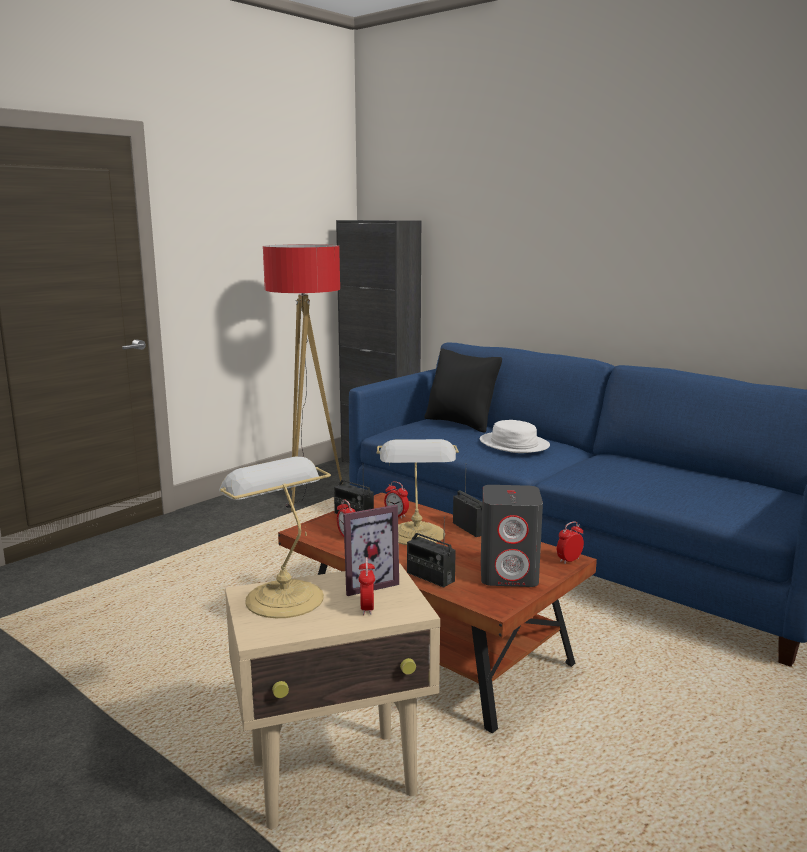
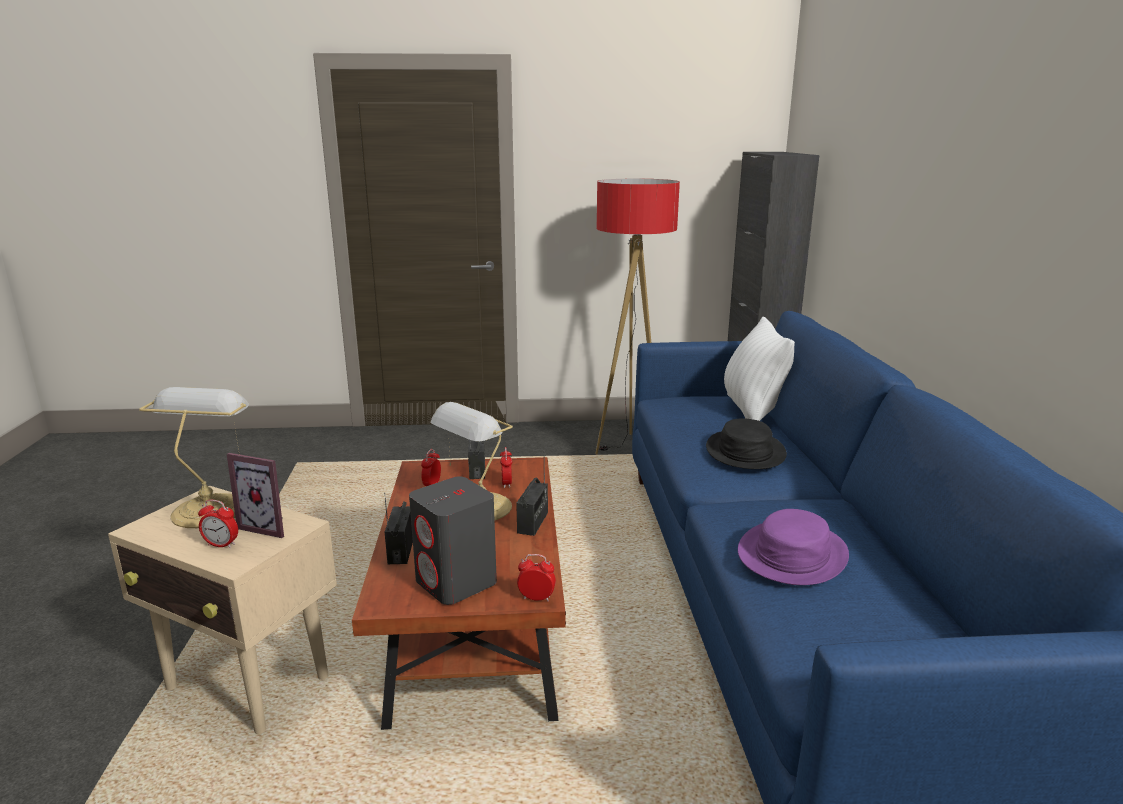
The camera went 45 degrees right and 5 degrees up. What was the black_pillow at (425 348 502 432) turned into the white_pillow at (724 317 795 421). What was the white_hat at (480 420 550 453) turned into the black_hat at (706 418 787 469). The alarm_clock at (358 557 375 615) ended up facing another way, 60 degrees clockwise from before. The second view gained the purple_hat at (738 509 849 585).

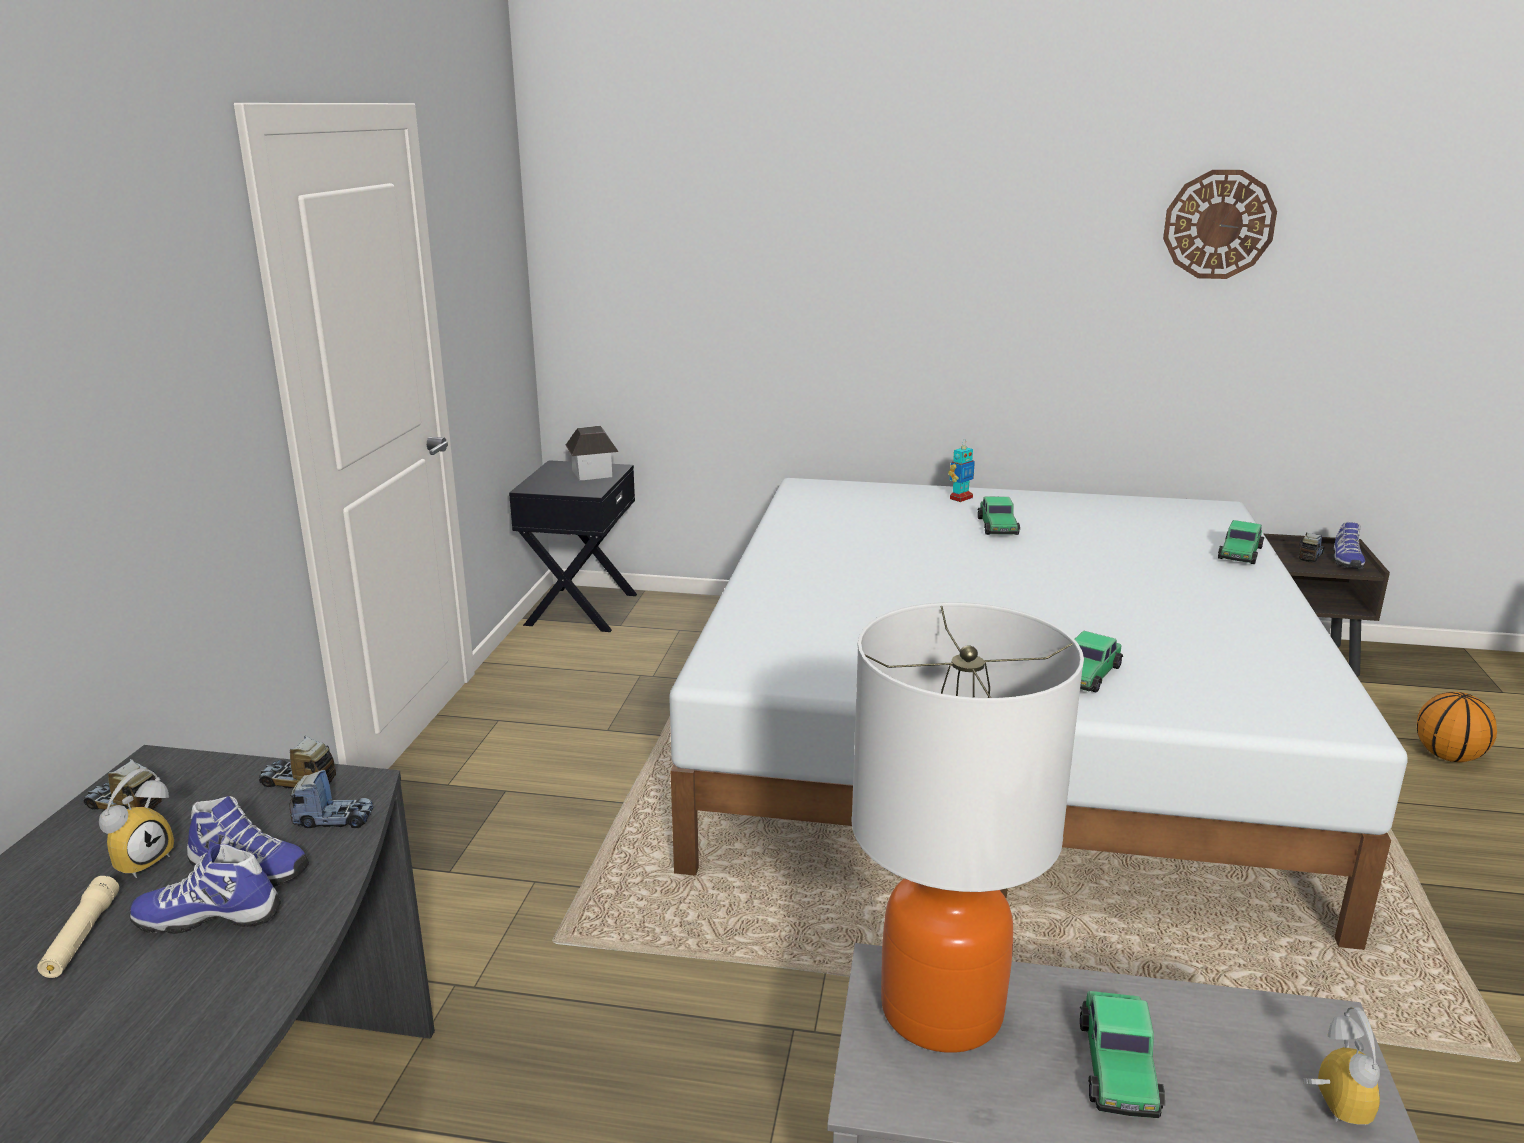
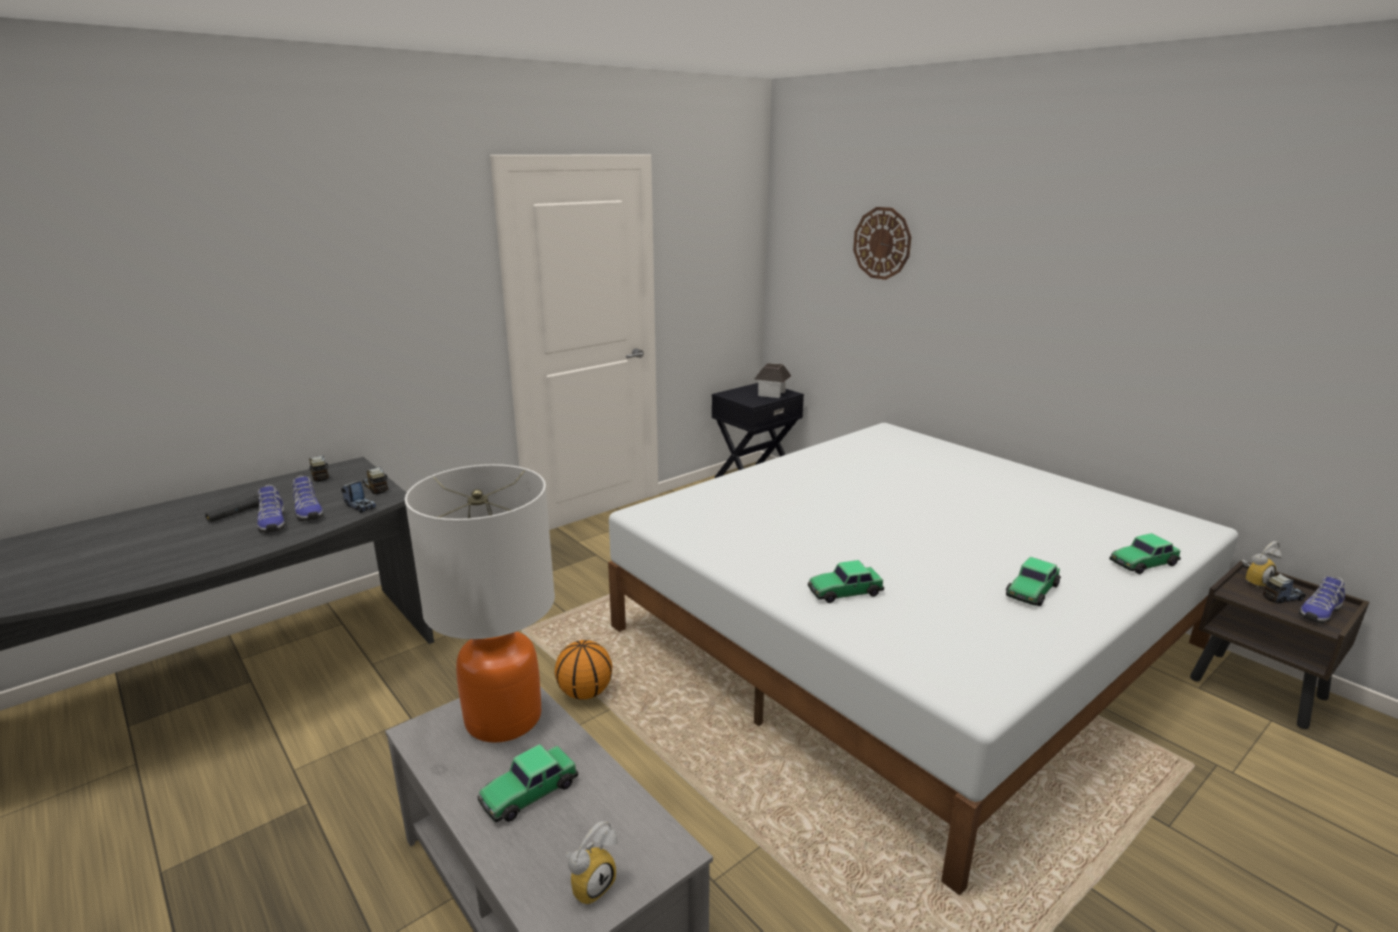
The camera went 40 degrees right and 0 degrees up. The wall_clock ended up elsewhere, having gone from (1163 170 1277 279) to (853 207 911 280). The second view lost the toy_robot at (948 441 975 502). The toy_car ended up elsewhere, having gone from (978 497 1020 535) to (1006 557 1061 606). The basketball ended up elsewhere, having gone from (1417 692 1497 762) to (555 640 612 699). The alarm_clock ended up elsewhere, having gone from (99 768 174 878) to (1241 541 1282 589). The shoe at (129 844 281 934) ended up facing another way, 150 degrees counterclockwise from before. What was the beige_flashlight at (37 876 119 978) turned into the black_flashlight at (205 495 259 523).

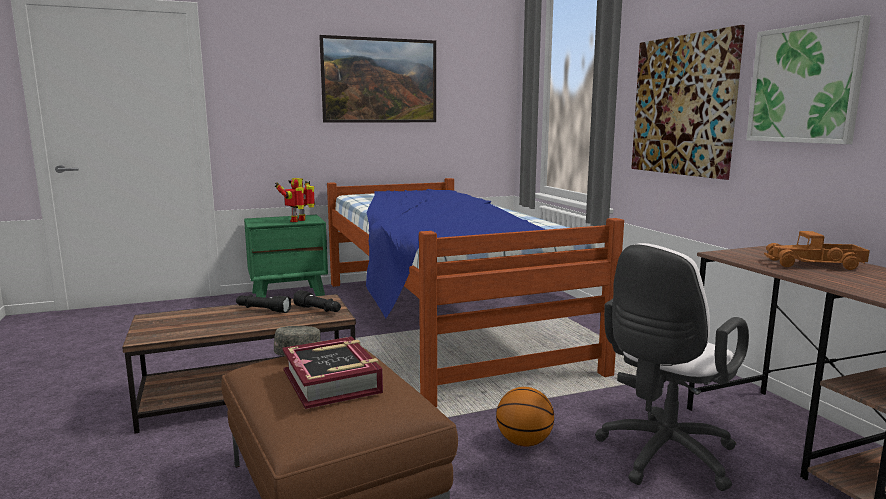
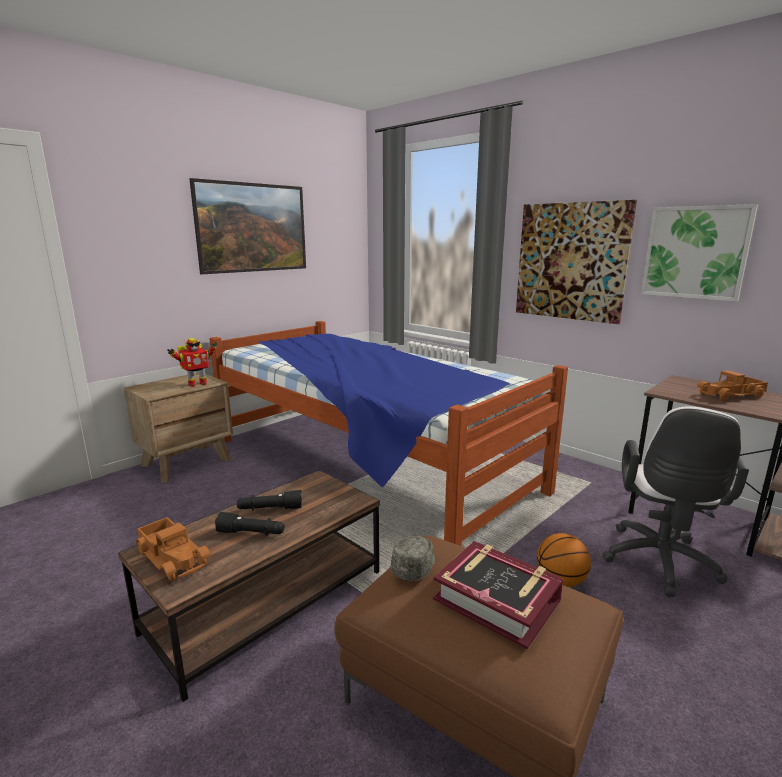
The camera went 25 degrees left and 5 degrees up. The toy_robot at (275 178 315 222) ended up facing another way, 135 degrees counterclockwise from before. What was the green_nightstand at (244 215 328 298) turned into the brown_nightstand at (124 373 233 483). The black_flashlight ended up elsewhere, having gone from (293 290 341 312) to (215 512 285 536). The second view gained the toy_truck at (135 517 211 581).

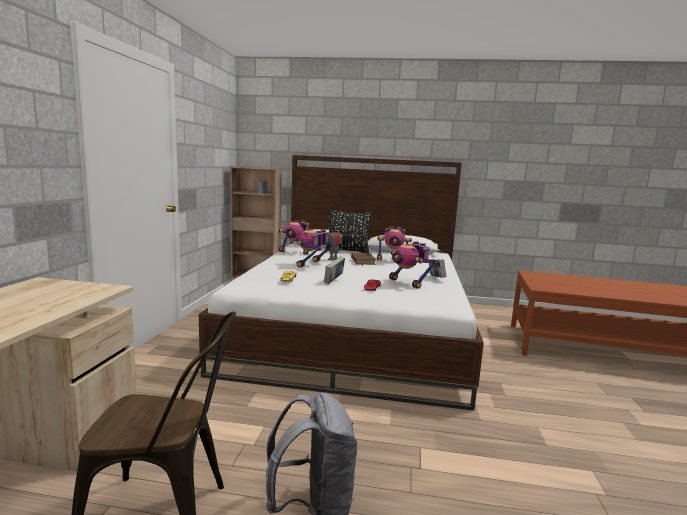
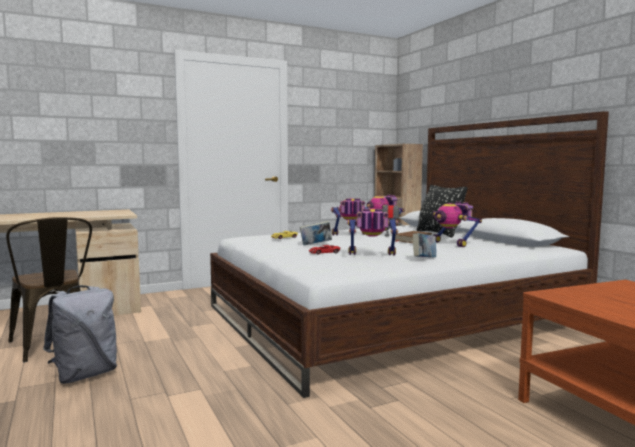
The camera went 55 degrees right and 5 degrees down. The toy_robot at (389 241 438 289) ended up facing another way, 75 degrees clockwise from before.

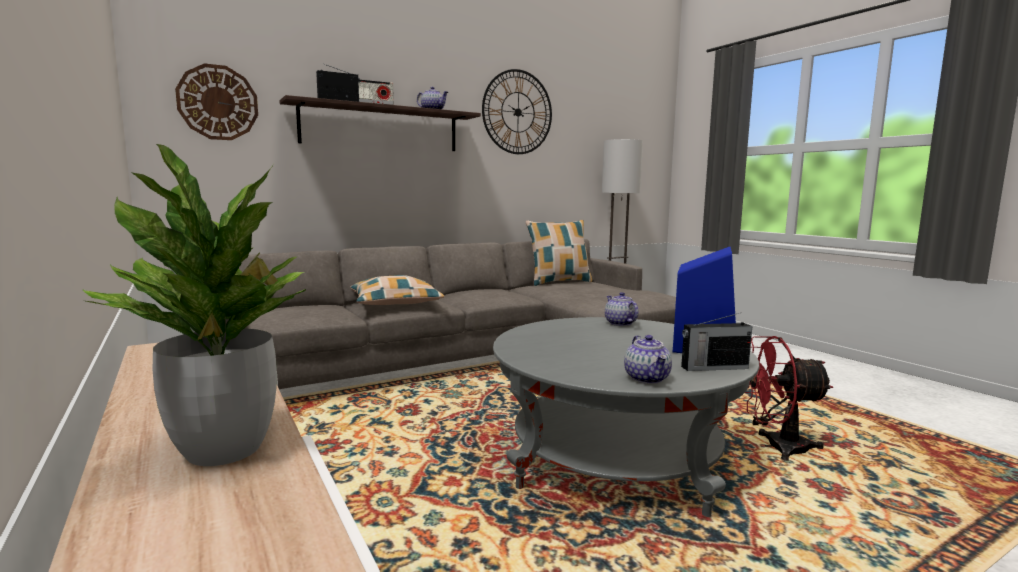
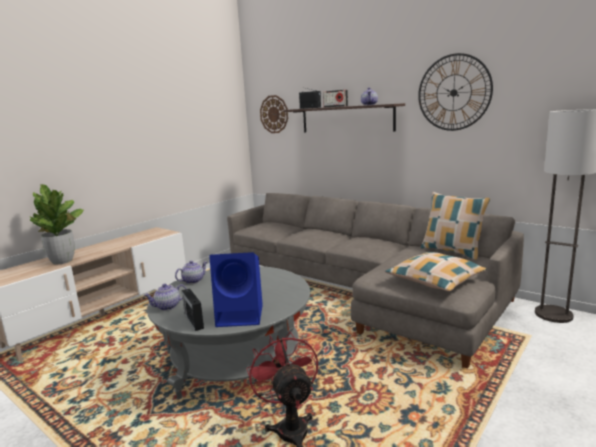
The camera went 70 degrees right and 5 degrees up. The pillow ended up elsewhere, having gone from (350 275 444 305) to (385 252 487 291). The teapot ended up elsewhere, having gone from (605 292 639 326) to (175 261 208 284).

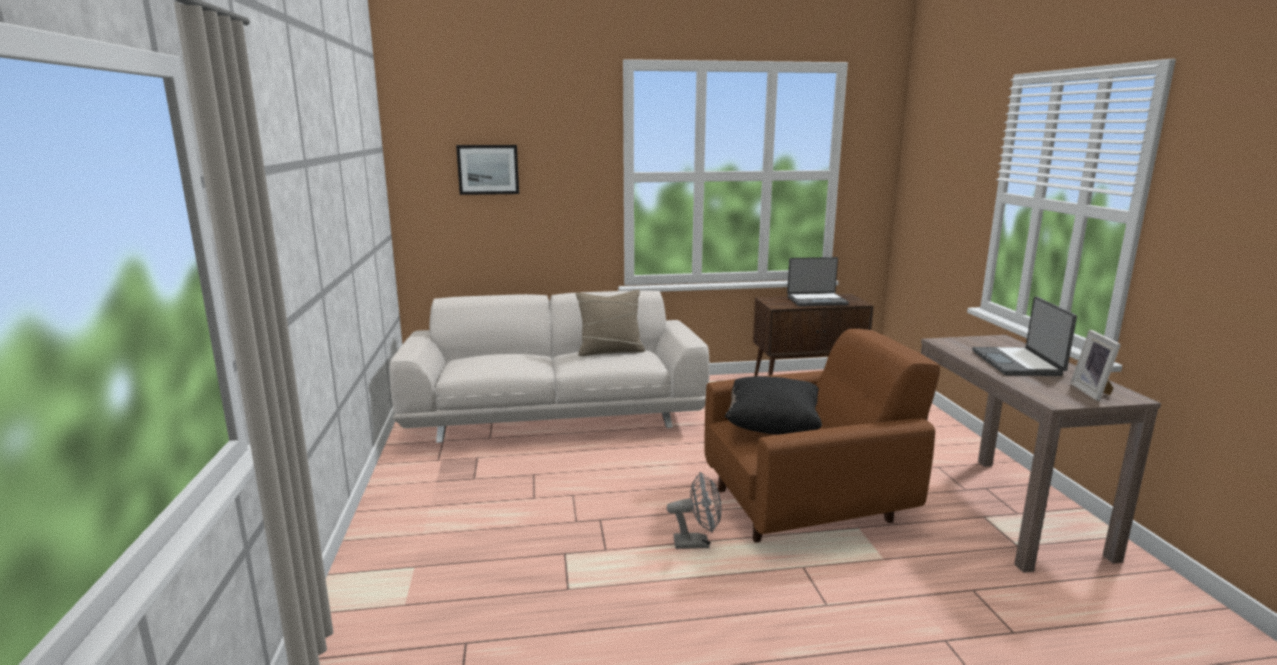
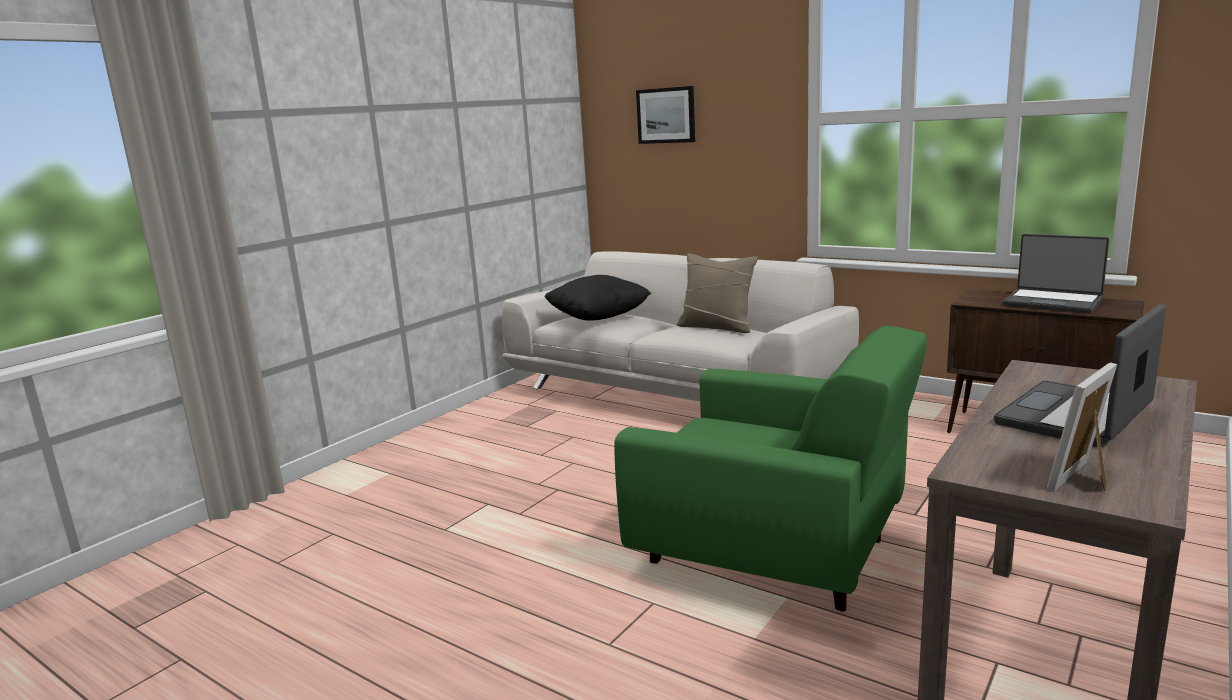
The camera went 45 degrees right and 0 degrees up. What was the brown_armchair at (704 329 940 543) turned into the green_armchair at (614 326 927 612). The black_pillow ended up elsewhere, having gone from (725 376 822 435) to (544 275 651 321). The second view lost the grey_fan at (667 472 722 549).

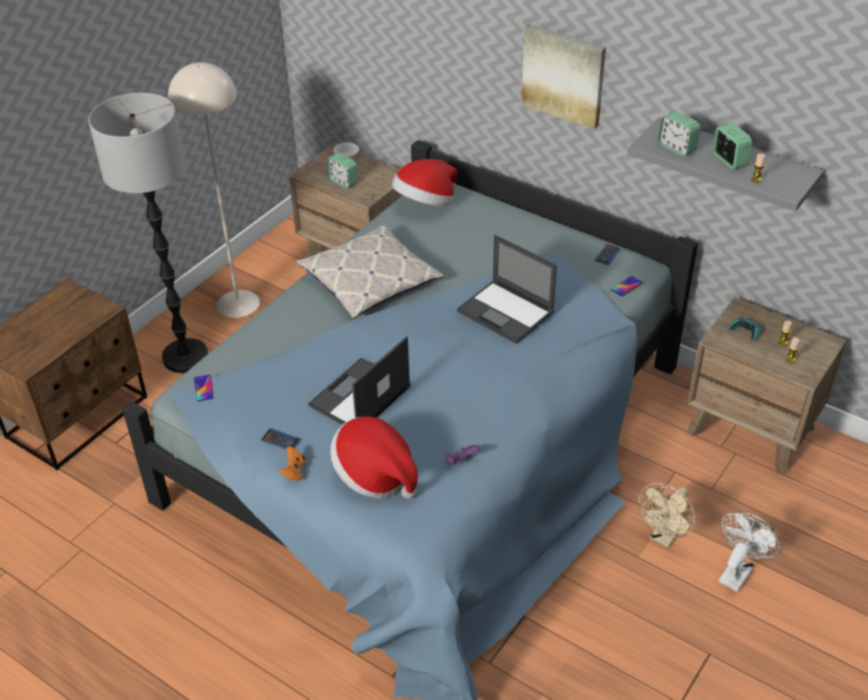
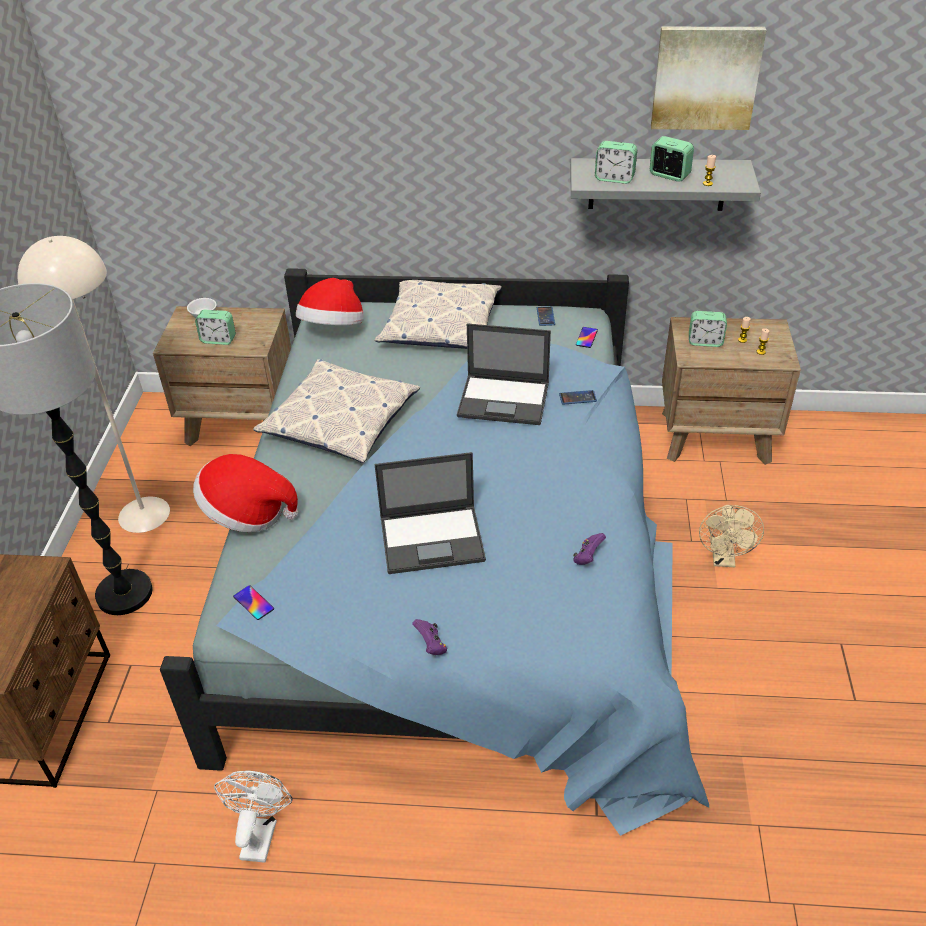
The camera went 30 degrees left and 0 degrees up. The picture ended up elsewhere, having gone from (521 24 606 129) to (651 27 766 130). Where the turquoise_game_controller stood at (729 317 761 341), the alarm_clock came to stand at (689 311 727 347). The laptop at (308 336 411 425) ended up facing another way, 105 degrees counterclockwise from before. The hat ended up elsewhere, having gone from (330 416 418 499) to (193 454 298 532). The phone ended up elsewhere, having gone from (261 428 301 450) to (559 390 597 405). What was the orange_game_controller at (280 446 306 481) turned into the purple_game_controller at (412 619 447 655). The white_fan ended up elsewhere, having gone from (719 513 781 592) to (214 770 293 863). The second view gained the pillow at (374 280 502 349).

